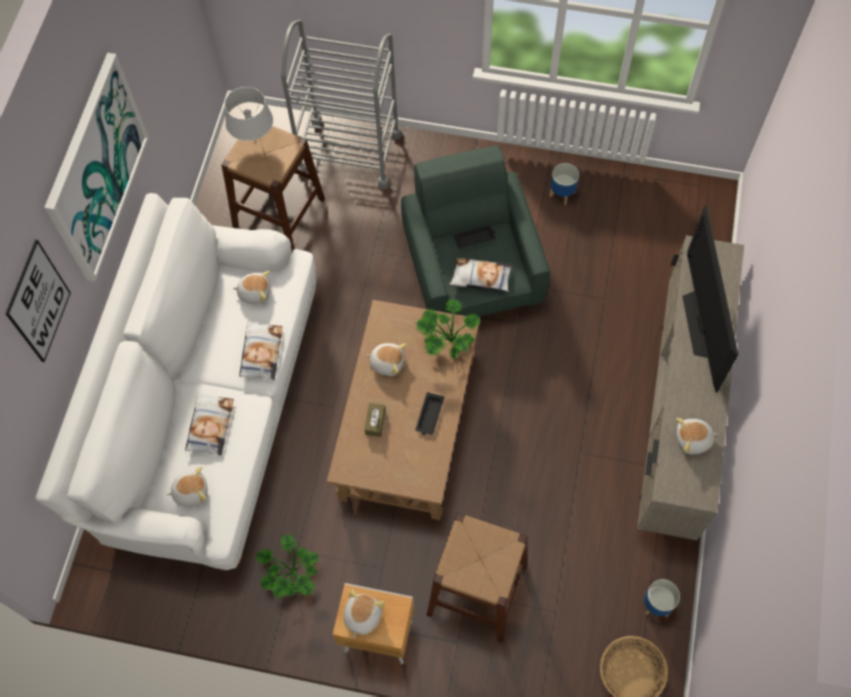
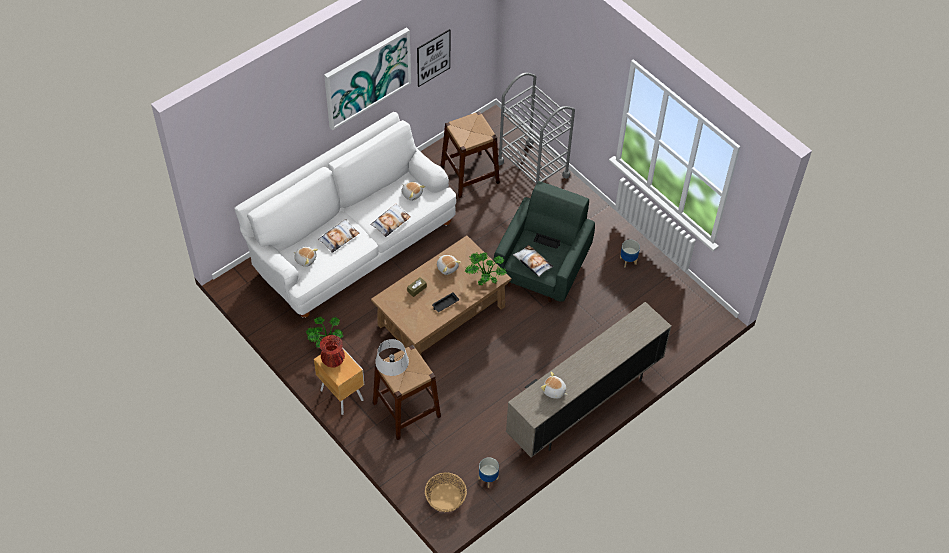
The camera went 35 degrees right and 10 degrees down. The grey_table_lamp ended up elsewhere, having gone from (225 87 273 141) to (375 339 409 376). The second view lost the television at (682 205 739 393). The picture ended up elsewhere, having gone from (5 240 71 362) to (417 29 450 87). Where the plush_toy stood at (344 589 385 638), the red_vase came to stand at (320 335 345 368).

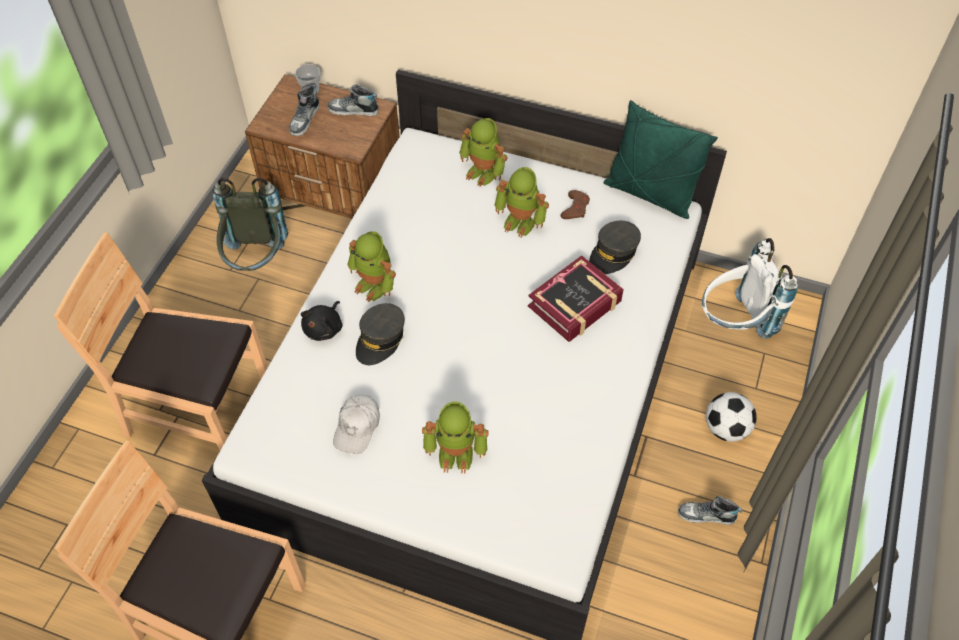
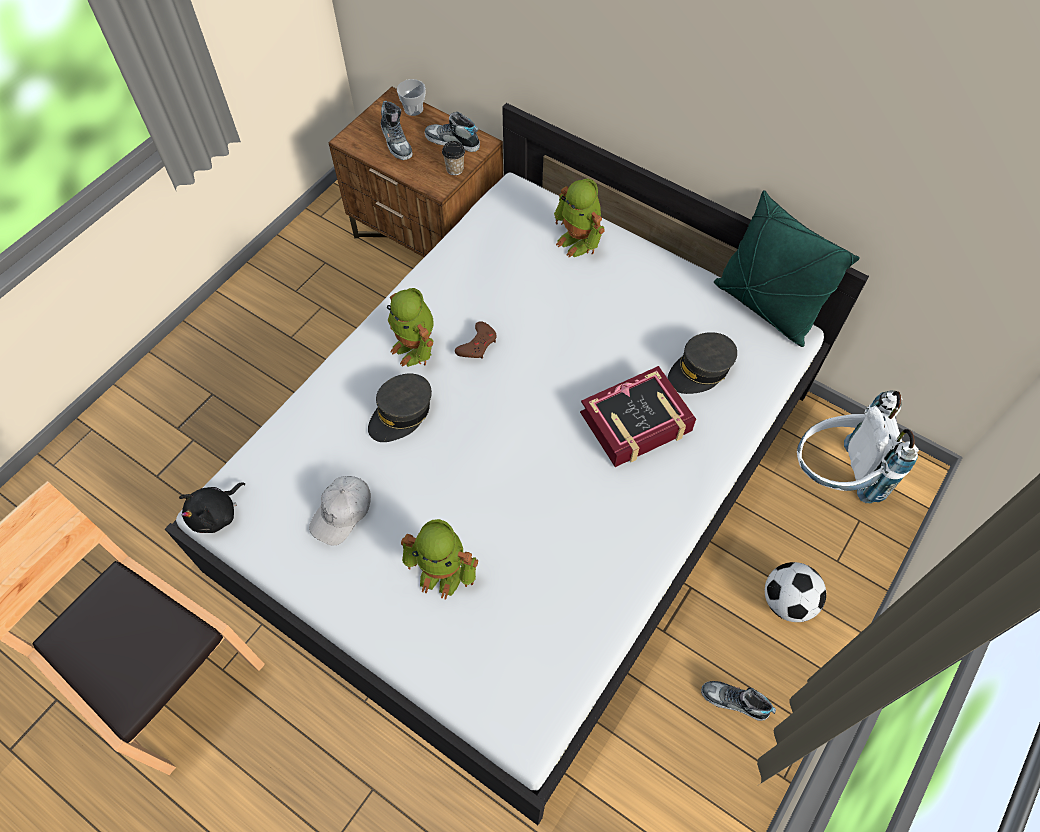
The camera went 15 degrees right and 5 degrees up. The shoe at (289 85 320 136) ended up facing another way, 60 degrees counterclockwise from before. The second view lost the toy_robot at (494 167 549 238). The second view lost the grey_backpack at (213 178 288 271). The brown_game_controller ended up elsewhere, having gone from (561 190 590 219) to (455 321 497 359). The second view lost the brown_chair at (54 232 268 450). The black_plush_toy ended up elsewhere, having gone from (301 301 342 341) to (179 482 245 533). The second view gained the cup at (442 141 465 175).

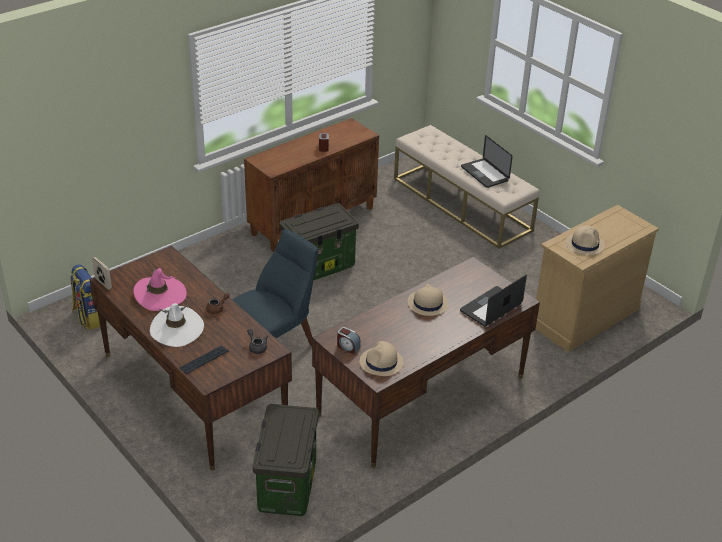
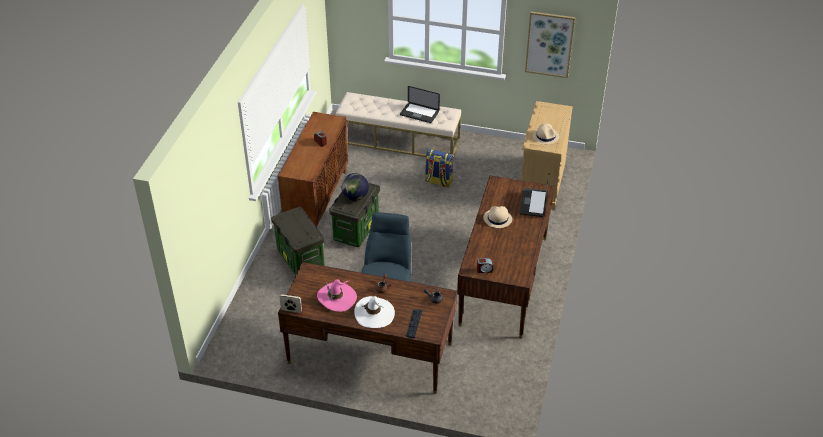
The camera went 35 degrees left and 5 degrees up. The backpack ended up elsewhere, having gone from (70 264 107 330) to (425 149 453 188). The second view lost the beige_hat at (360 341 403 376). The storage_box ended up elsewhere, having gone from (253 404 319 516) to (271 207 325 275). The second view gained the picture at (525 11 575 78). The second view gained the globe at (341 173 369 201).

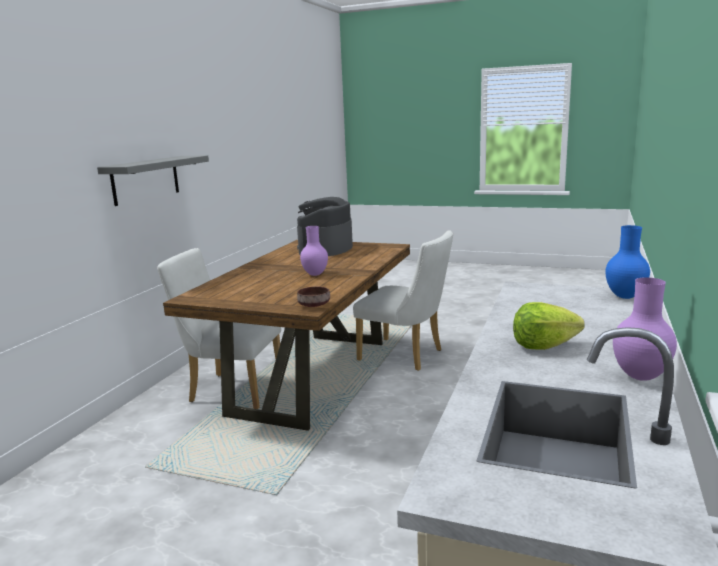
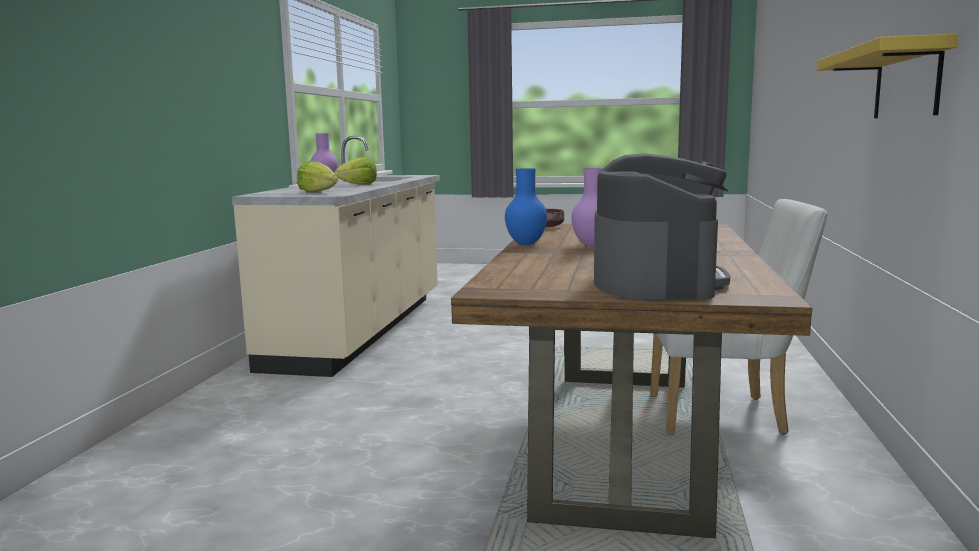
The camera went 170 degrees right and 5 degrees down. What was the grey_shelf at (97 155 209 206) turned into the yellow_shelf at (817 34 958 118). The blue_vase ended up elsewhere, having gone from (605 225 650 299) to (505 168 547 245). The second view lost the white_chair at (353 230 453 371). The second view gained the lettuce at (297 161 338 193).

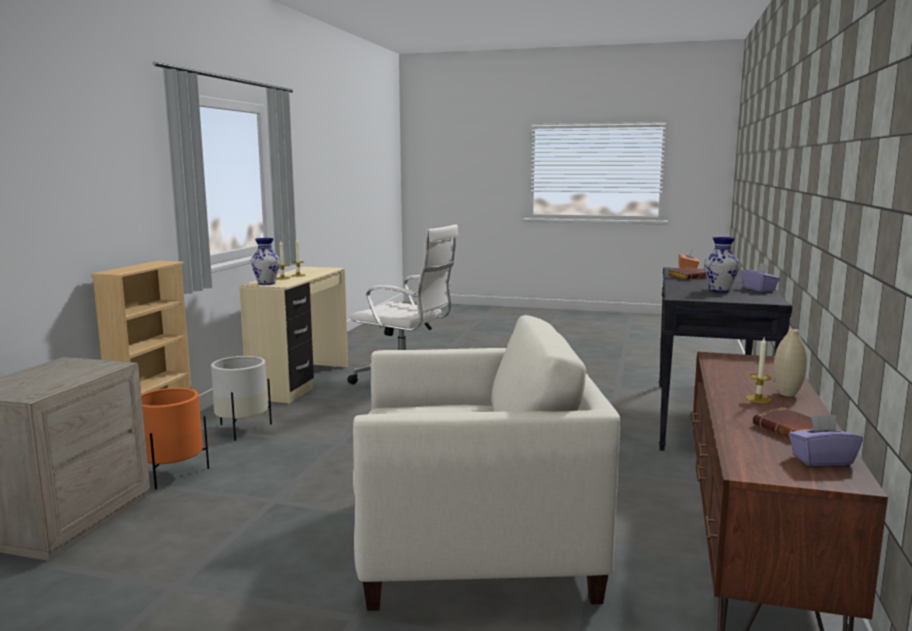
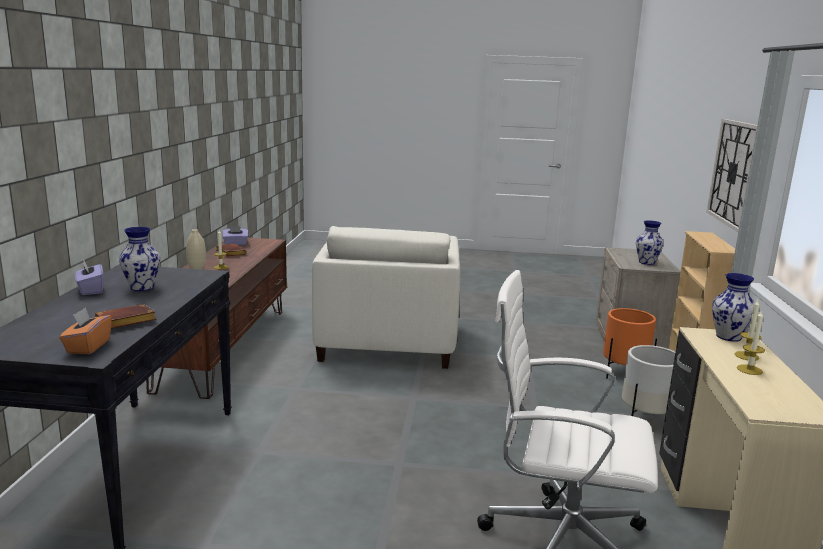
The camera went 170 degrees right and 5 degrees up. The beige_armchair at (353 315 620 611) ended up facing another way, 75 degrees counterclockwise from before. The second view gained the wall_clock at (706 119 757 232). The second view gained the vase at (636 220 664 265).

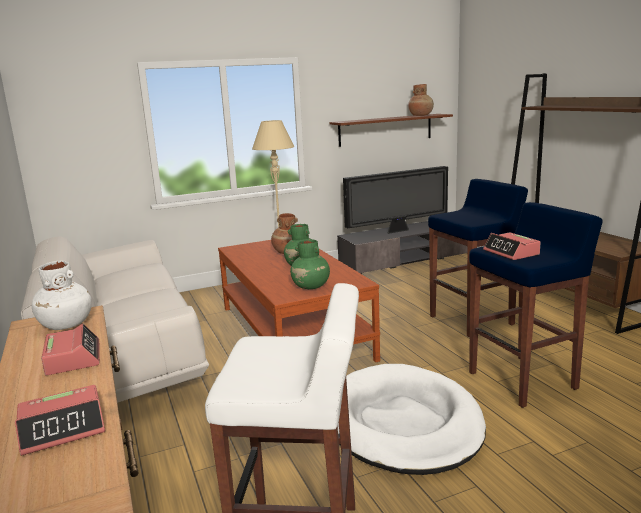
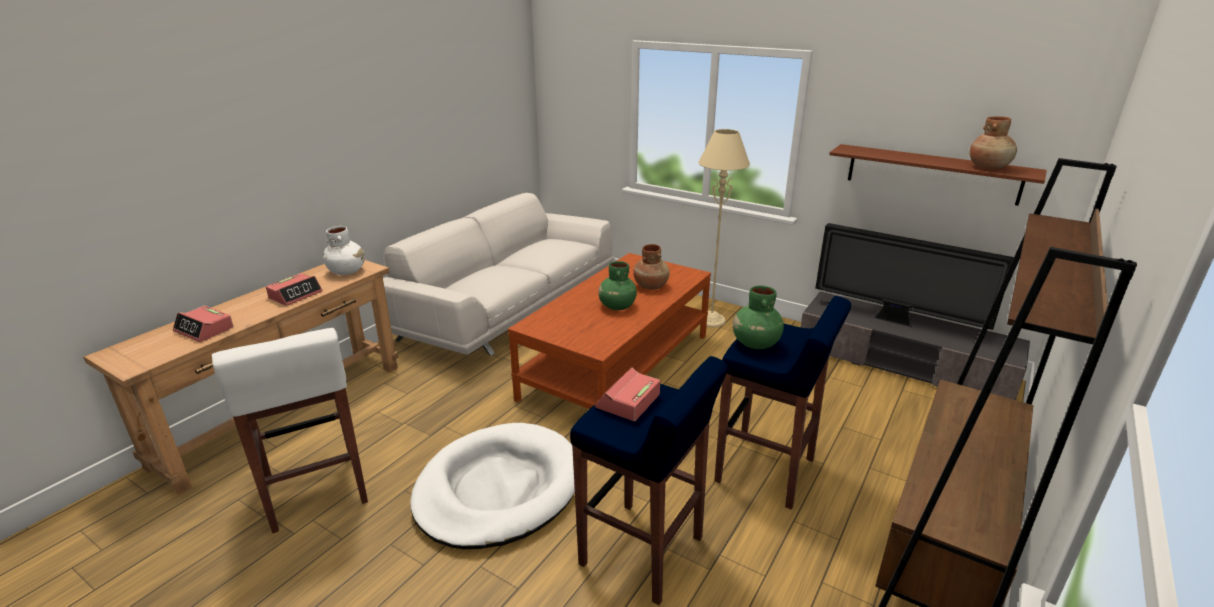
The camera went 55 degrees right and 10 degrees up. The green_vase ended up elsewhere, having gone from (290 239 330 289) to (733 285 784 349).

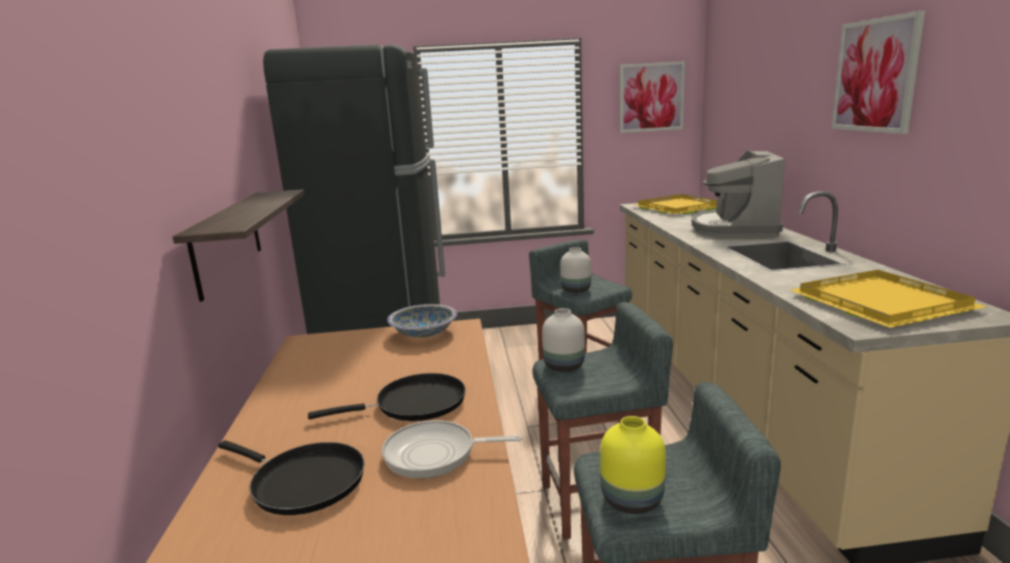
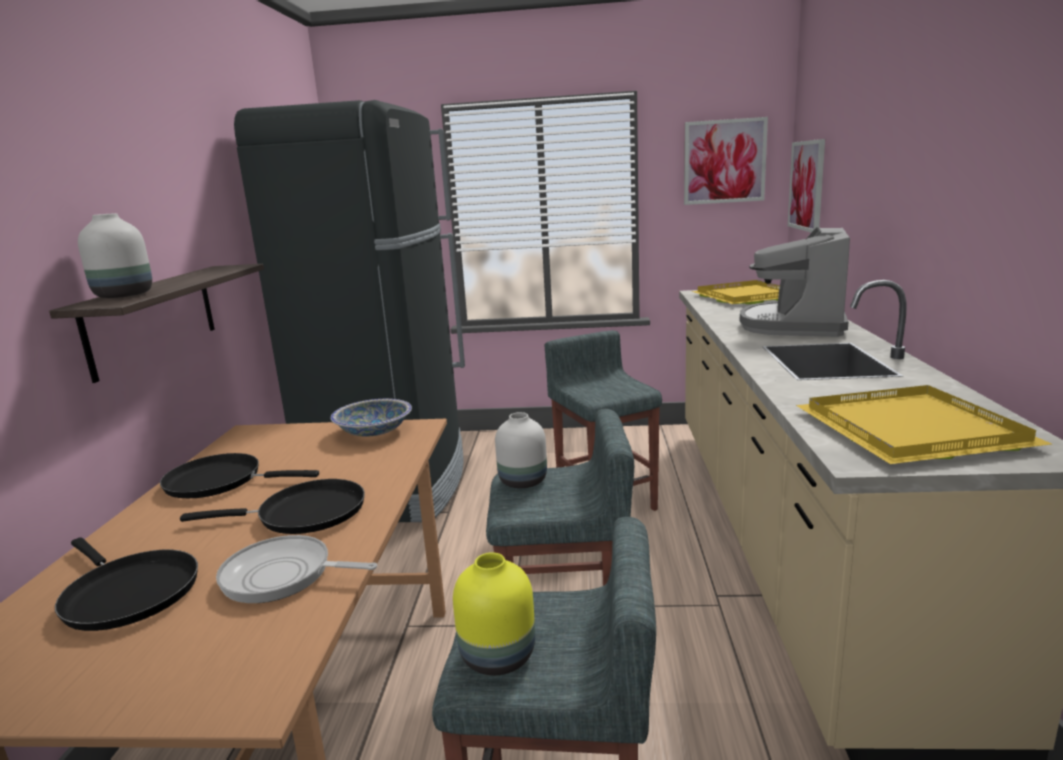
The camera went 10 degrees right and 0 degrees up. The picture ended up elsewhere, having gone from (832 11 925 134) to (788 139 825 233). The white_vase ended up elsewhere, having gone from (560 247 591 293) to (78 213 152 298). The second view gained the black_frying_pan at (160 453 319 498).

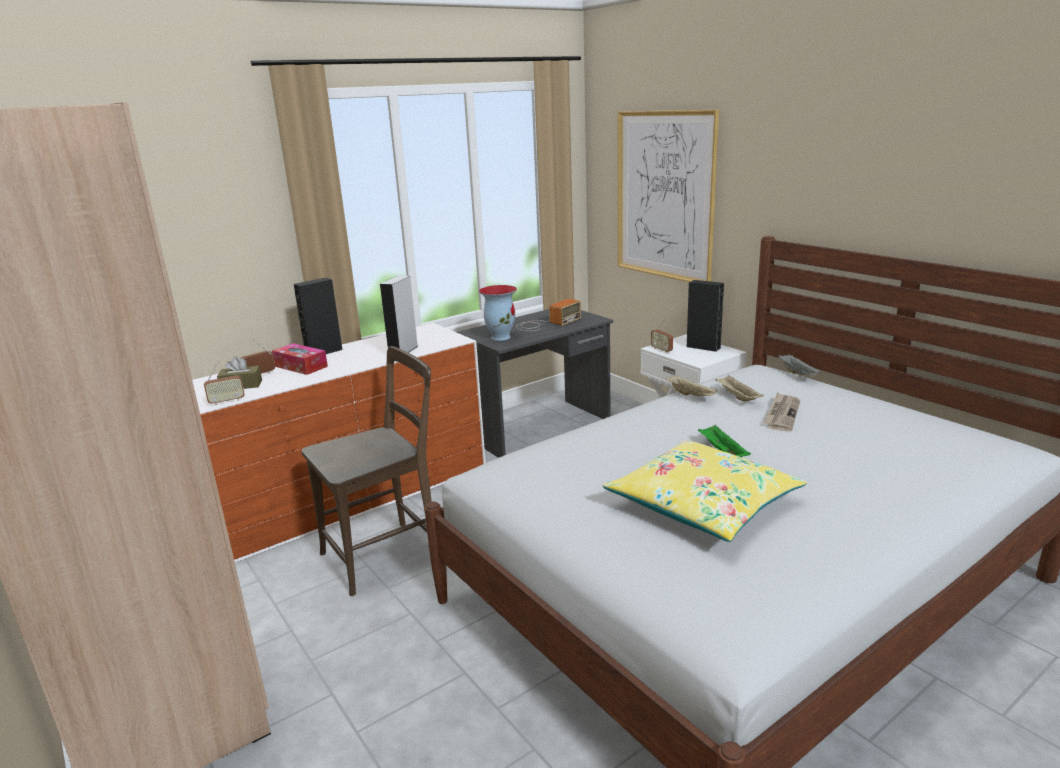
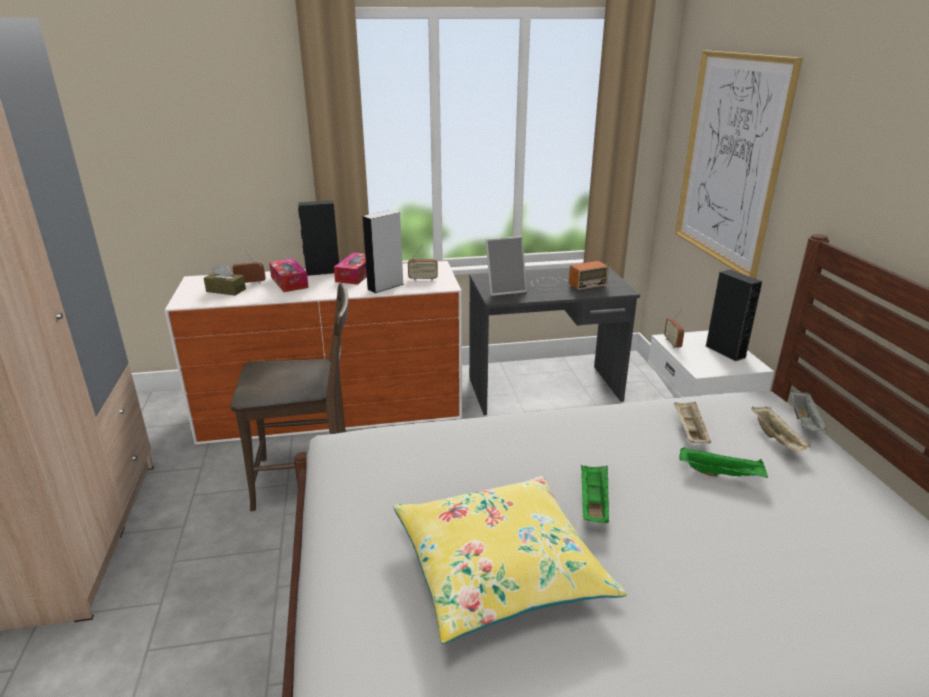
The camera went 25 degrees right and 5 degrees up. Where the vase stood at (479 285 517 341), the picture_frame came to stand at (486 236 527 296). The radio ended up elsewhere, having gone from (204 361 245 405) to (408 244 438 281). The beige_tray ended up elsewhere, having gone from (666 375 717 396) to (751 406 811 451). Where the newspaper stood at (763 392 801 432), the green_tray came to stand at (679 447 768 478). The second view gained the tissue_box at (334 252 367 285).

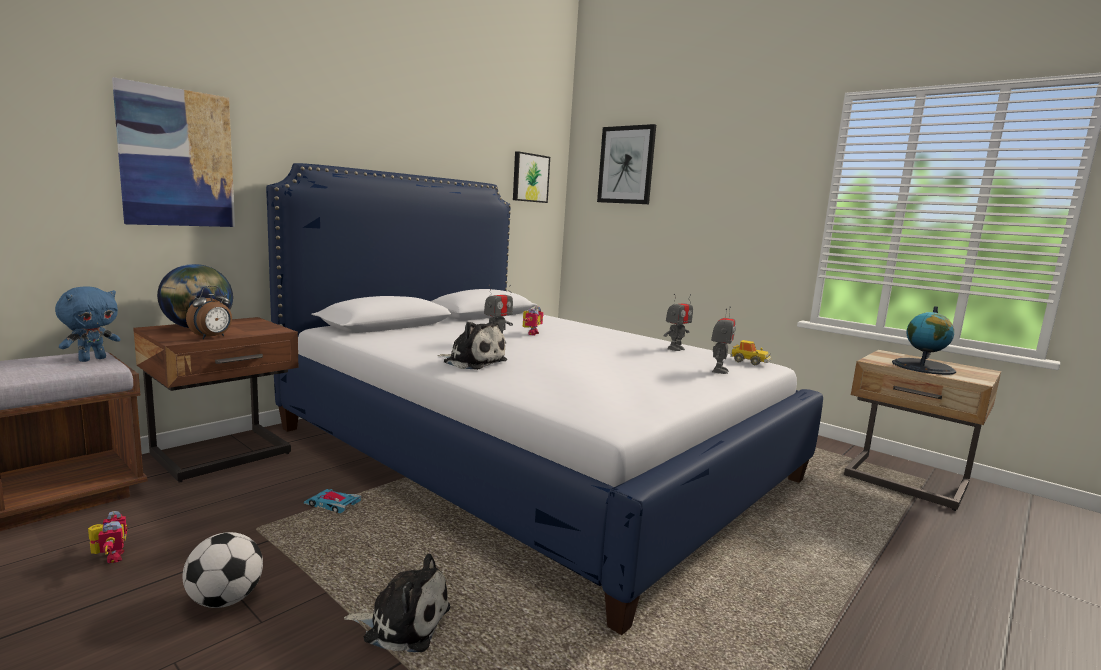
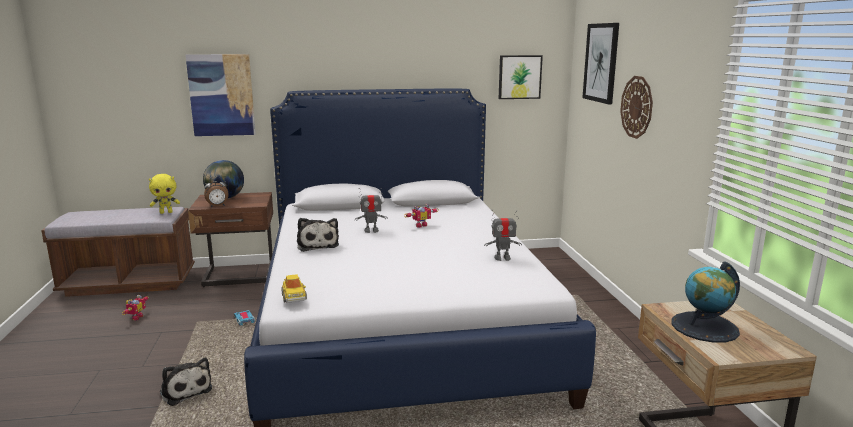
The camera went 40 degrees right and 5 degrees up. What was the blue_plush_toy at (55 287 121 362) turned into the yellow_plush_toy at (149 174 180 214). The second view lost the toy_robot at (711 306 736 374). The toy_car ended up elsewhere, having gone from (730 340 771 365) to (281 274 307 303). The second view lost the football at (183 532 263 608). The second view gained the wall_clock at (620 76 653 139).

